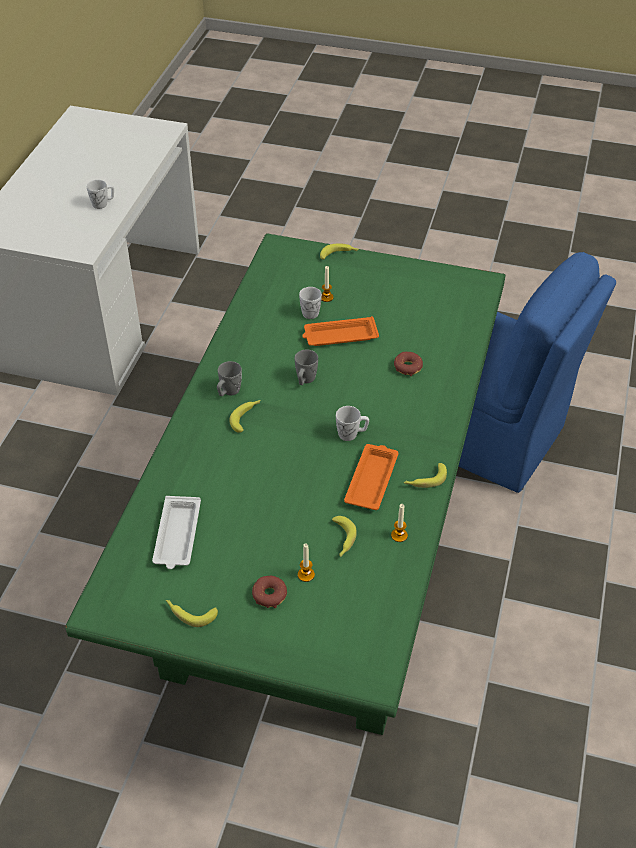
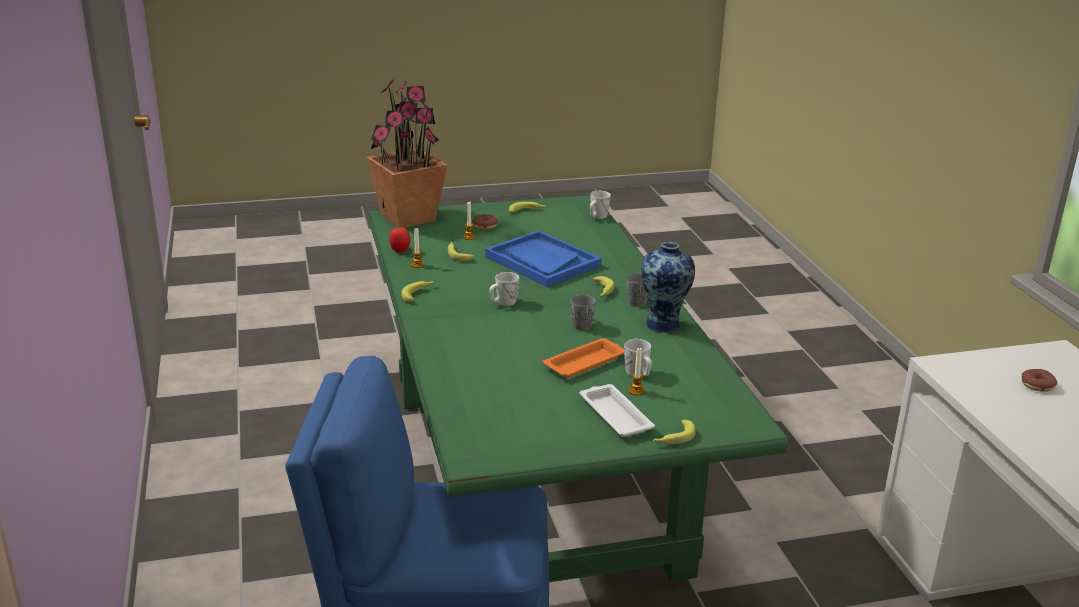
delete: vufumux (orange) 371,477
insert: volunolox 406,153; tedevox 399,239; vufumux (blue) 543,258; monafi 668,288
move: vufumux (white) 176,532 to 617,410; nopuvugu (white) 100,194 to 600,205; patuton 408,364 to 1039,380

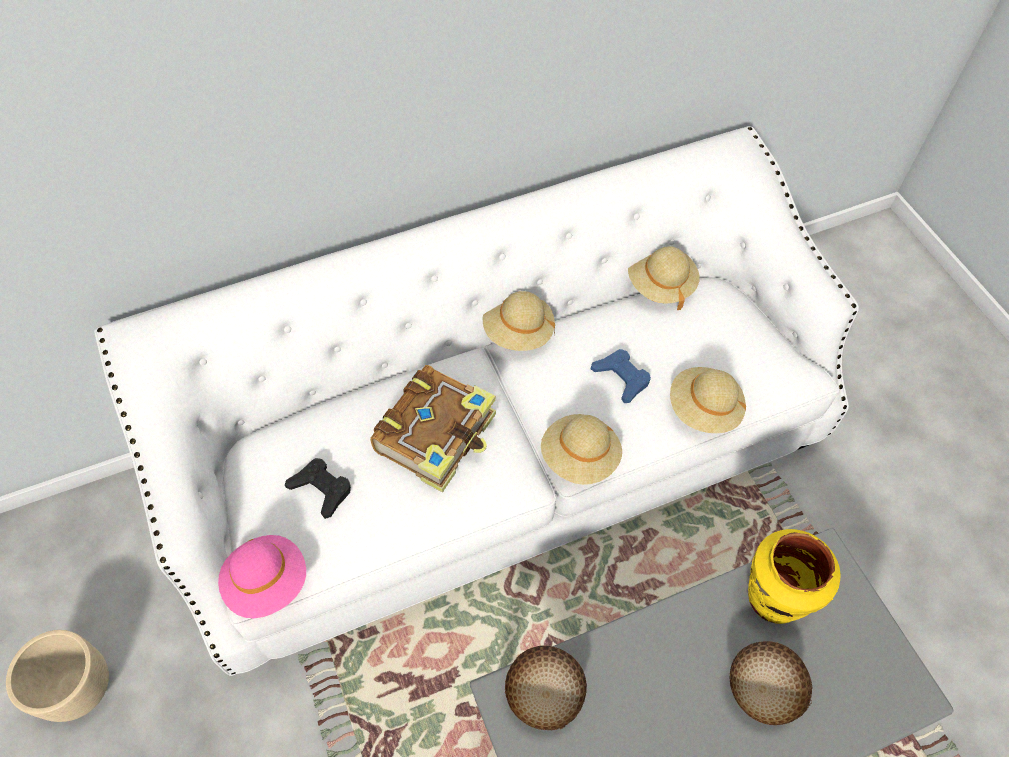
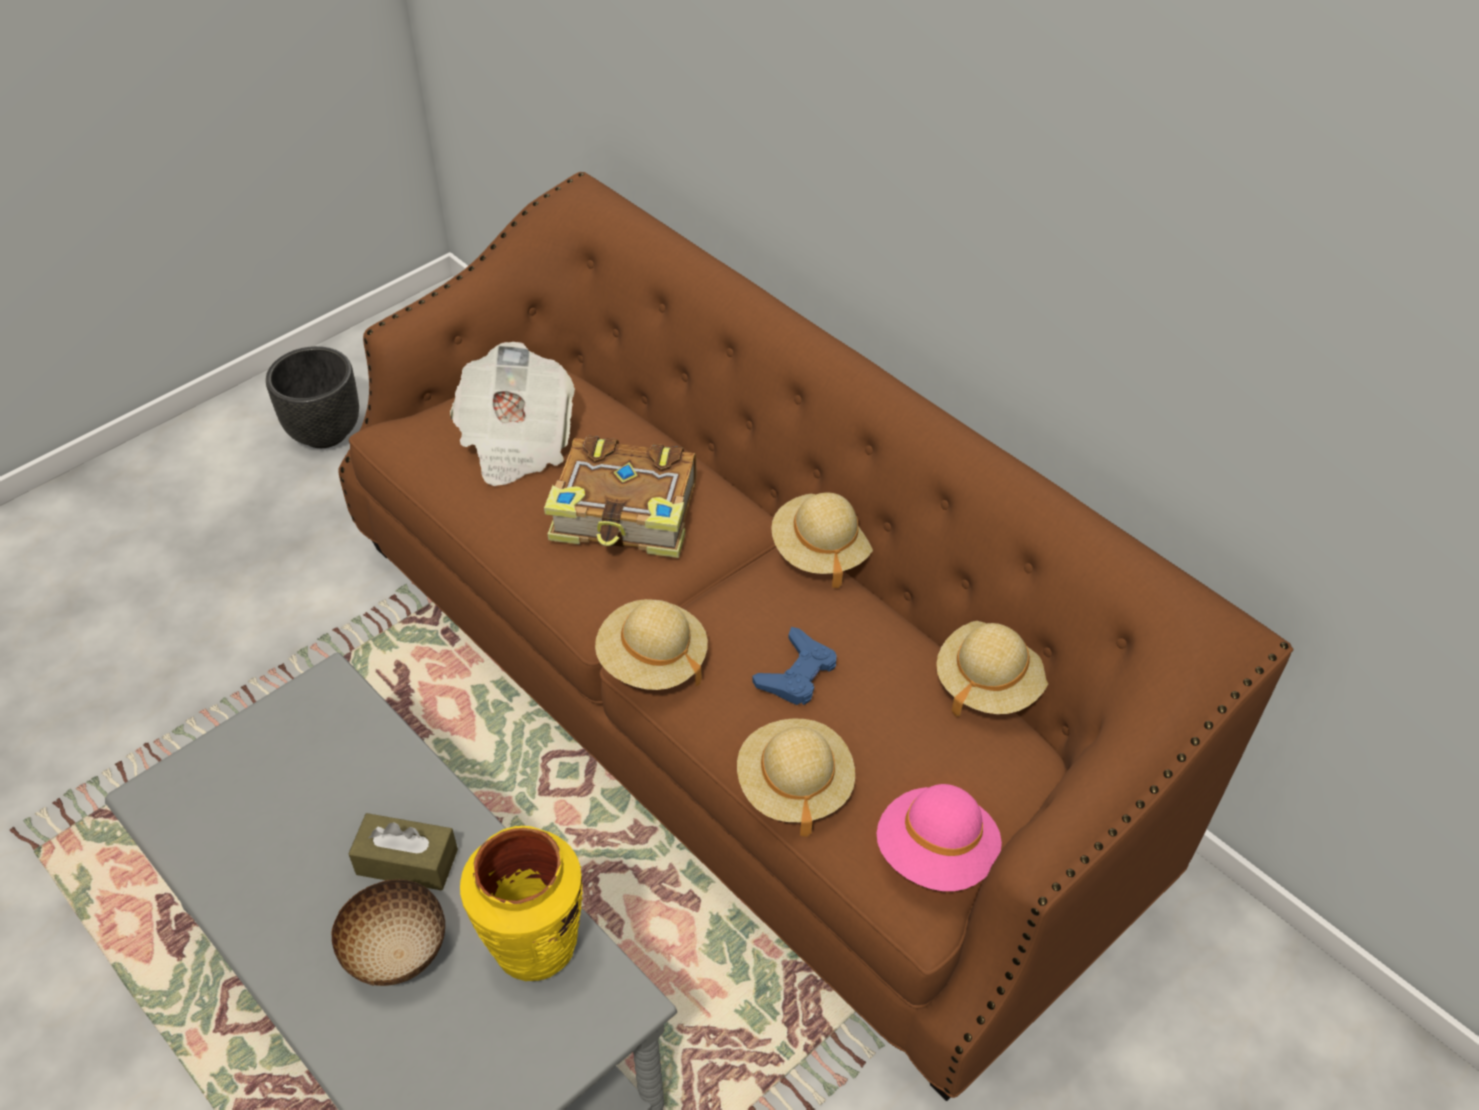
delete: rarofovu 546,687
insert: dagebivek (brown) 403,852
move: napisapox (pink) 262,576 to 939,837
replace: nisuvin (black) 317,488 to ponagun 512,414
recolor: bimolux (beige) 57,676 to bimolux (black) 312,397; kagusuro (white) 476,401 to kagusuro (brown) 815,636

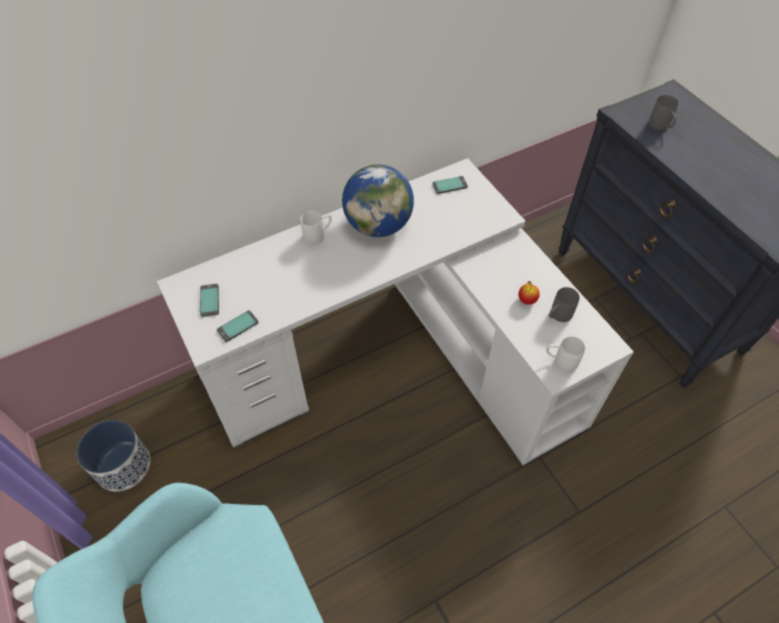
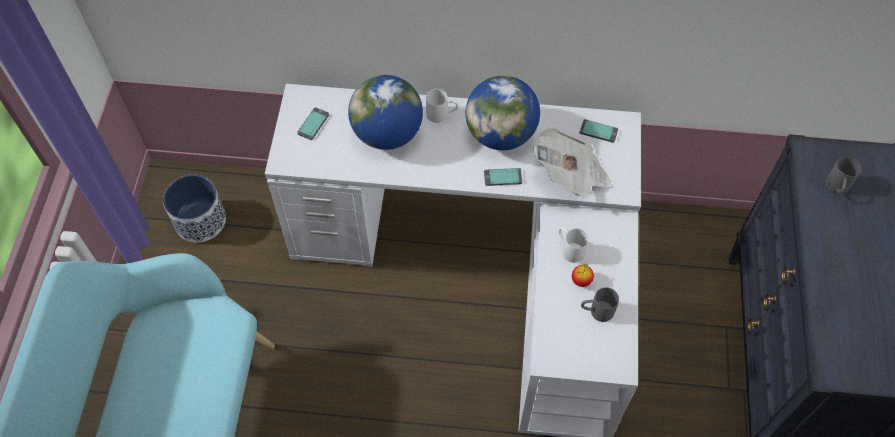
insert: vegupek 385,112; ponagun 572,162
move: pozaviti 238,326 to 503,177; nopuvugu (white) 565,354 to 573,245

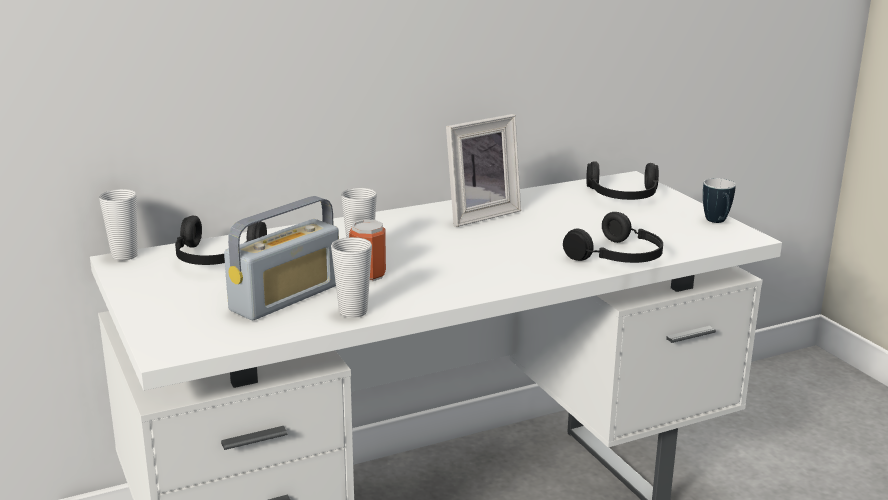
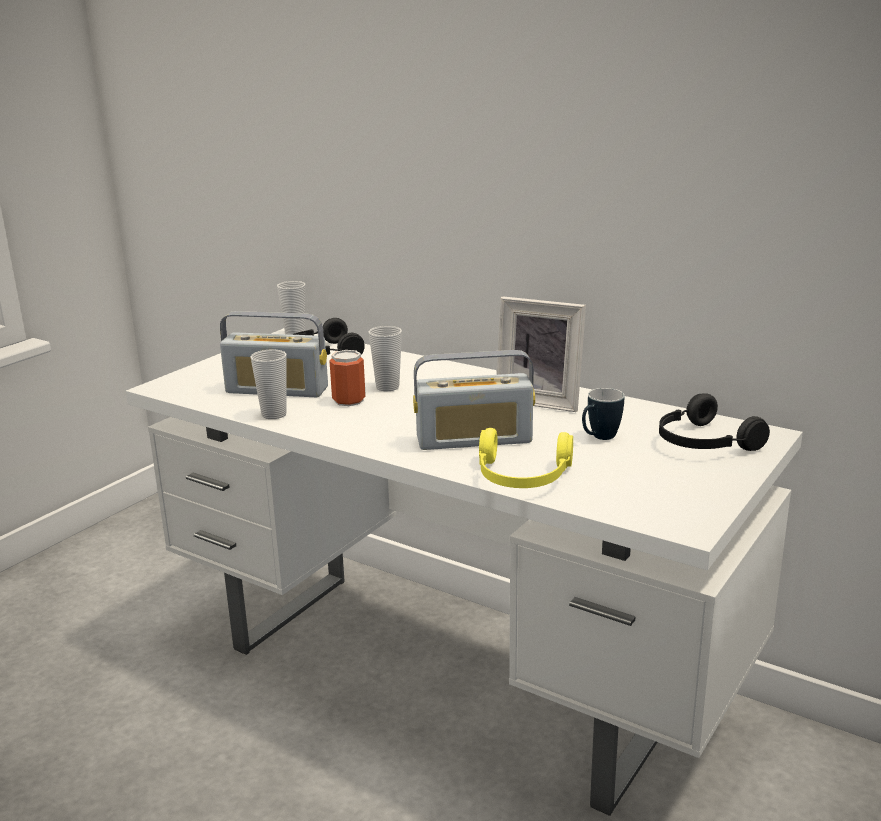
insert: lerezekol 474,400
move: nopuvugu 719,200 to 603,414
recolor: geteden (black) 613,237 to geteden (yellow) 526,458

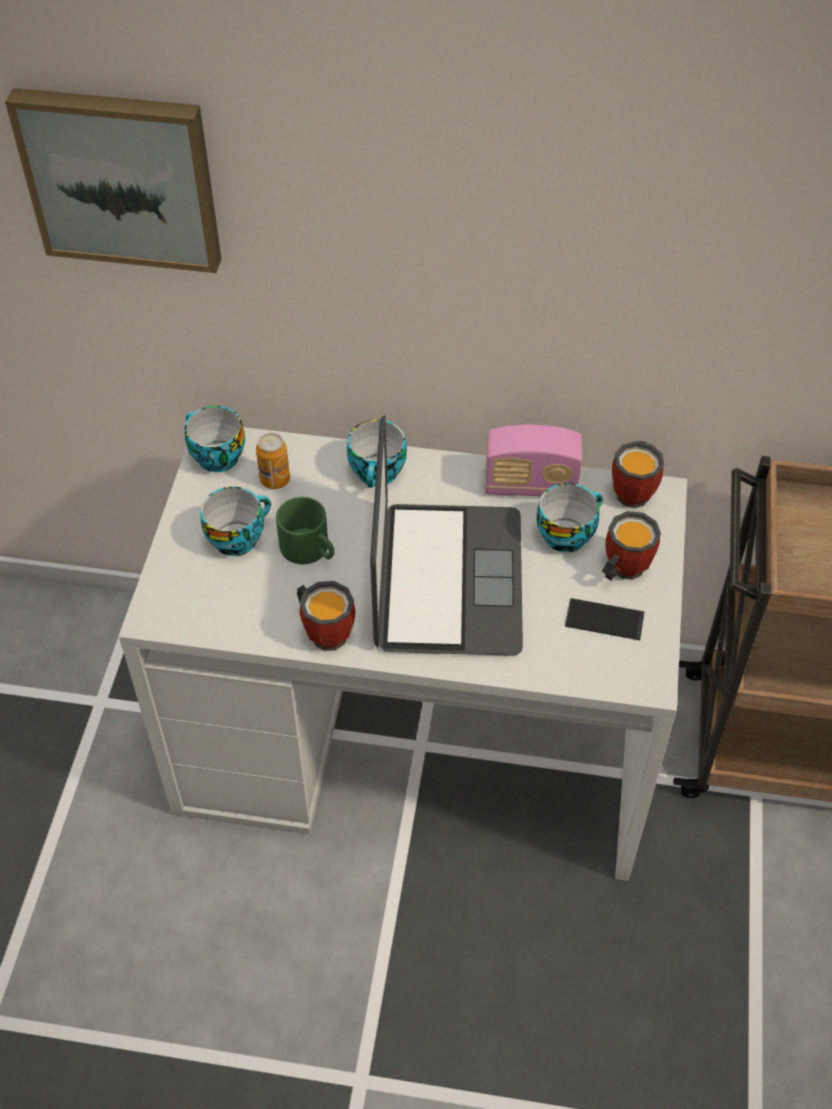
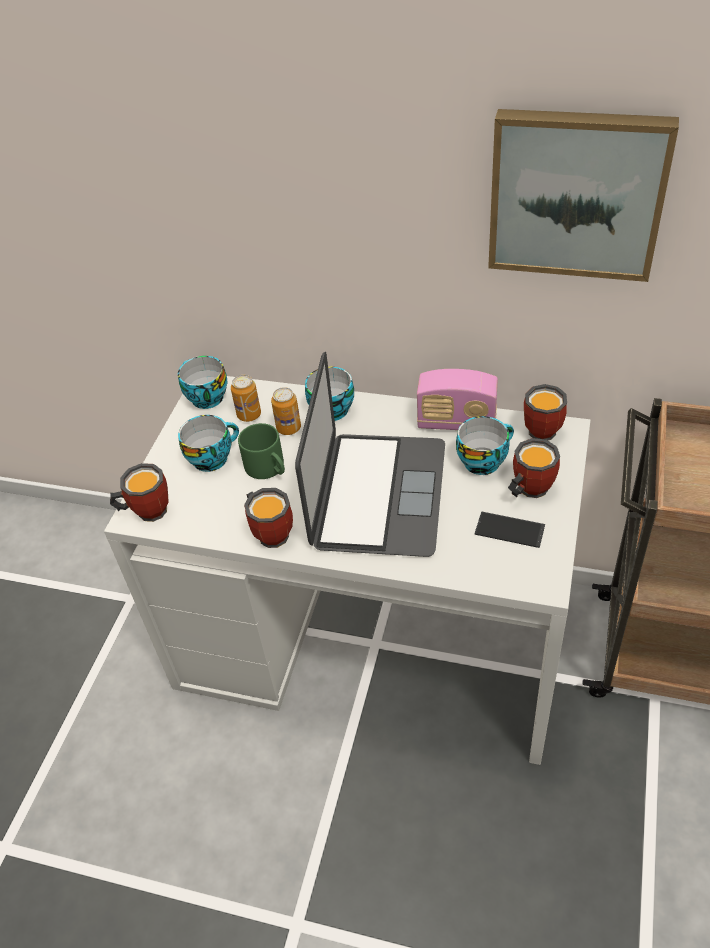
insert: nopuvugu 139,492; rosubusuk 286,411
move: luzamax 113,180 to 583,195

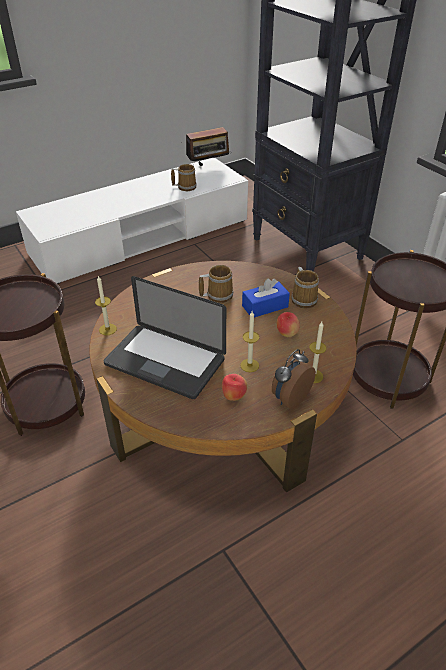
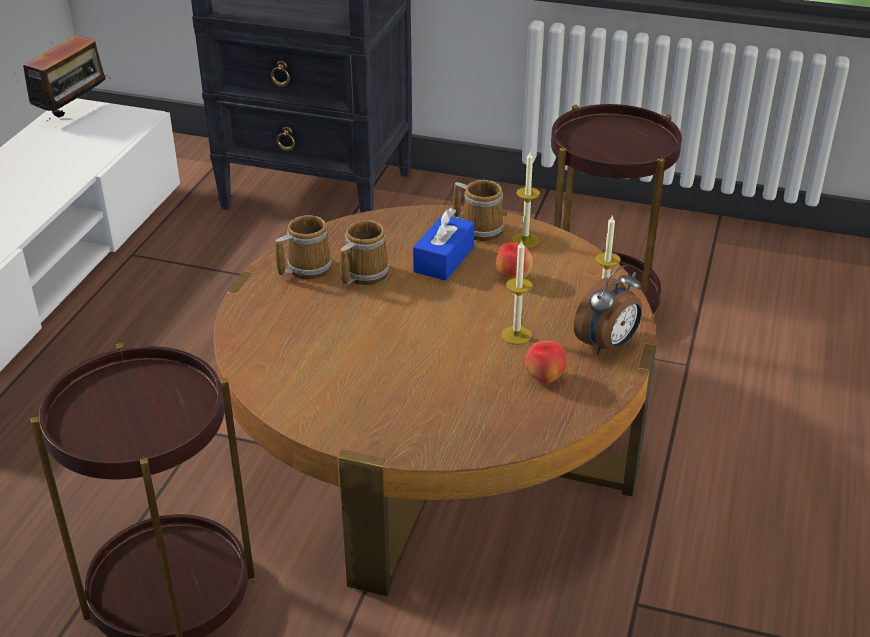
delete: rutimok 164,337
move: nopuvugu 183,177 to 303,247; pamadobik 106,305 to 526,200
rotate: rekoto 294,379 = 608,310 135 degrees counterclockwise

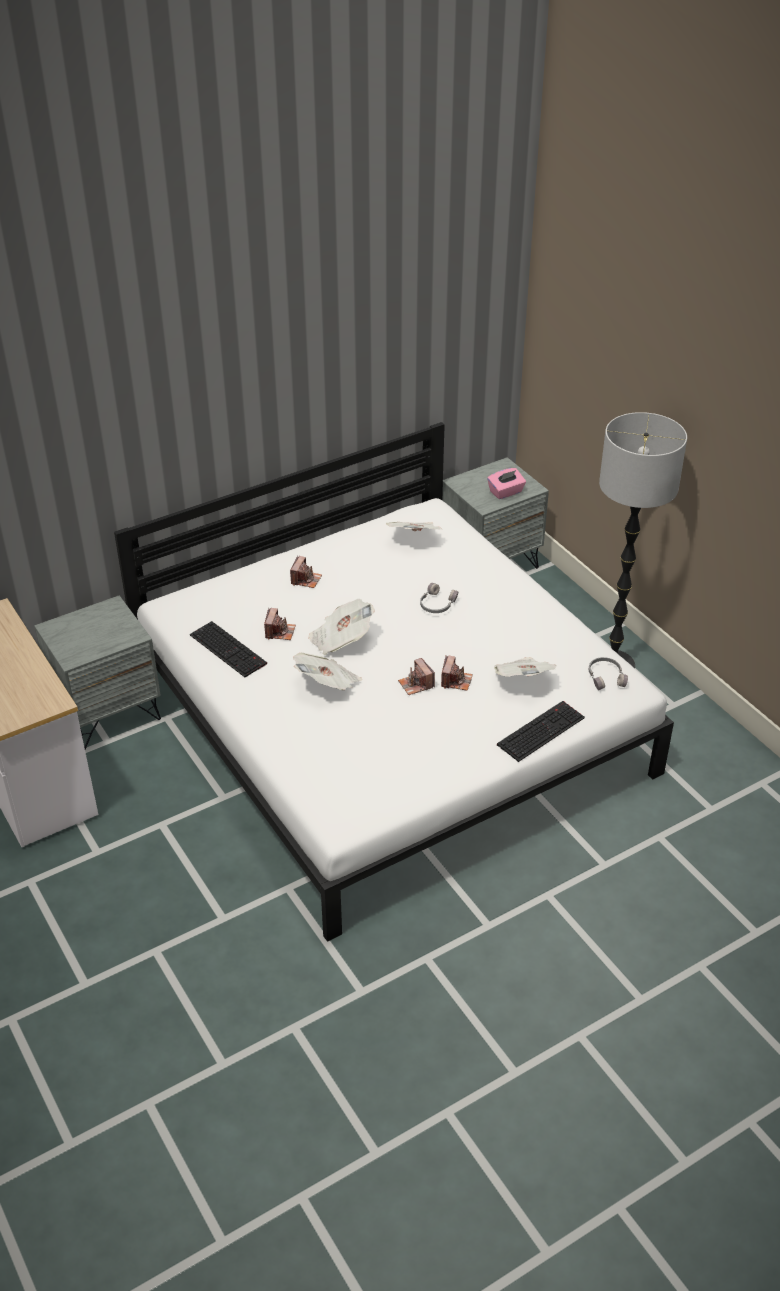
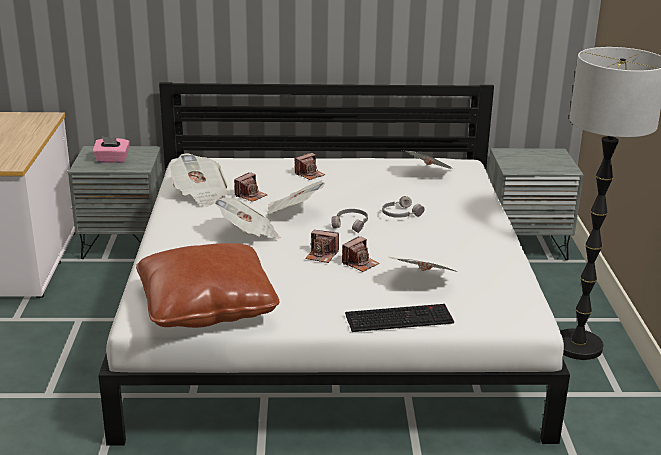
insert: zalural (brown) 208,285
move: dagebivek (pink) 506,483 to 111,150; geteden (grey) 608,673 to 349,221
replace: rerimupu 228,649 to ponagun 199,180
rotate: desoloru 416,676 = 322,246 75 degrees counterclockwise

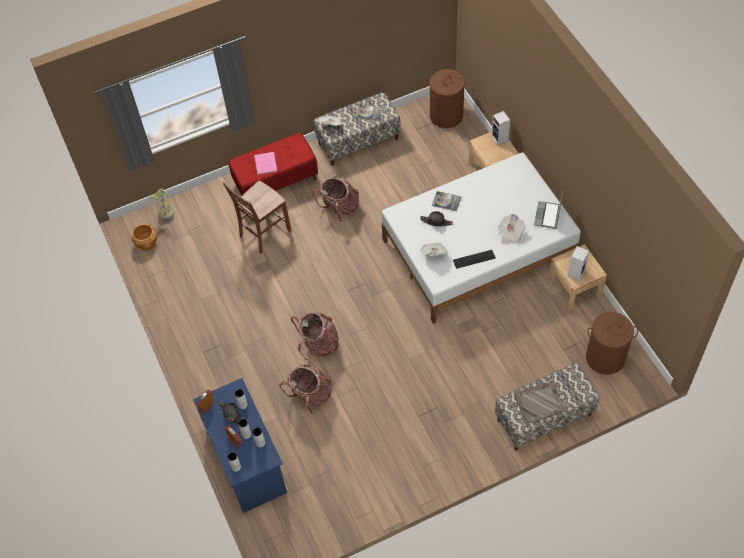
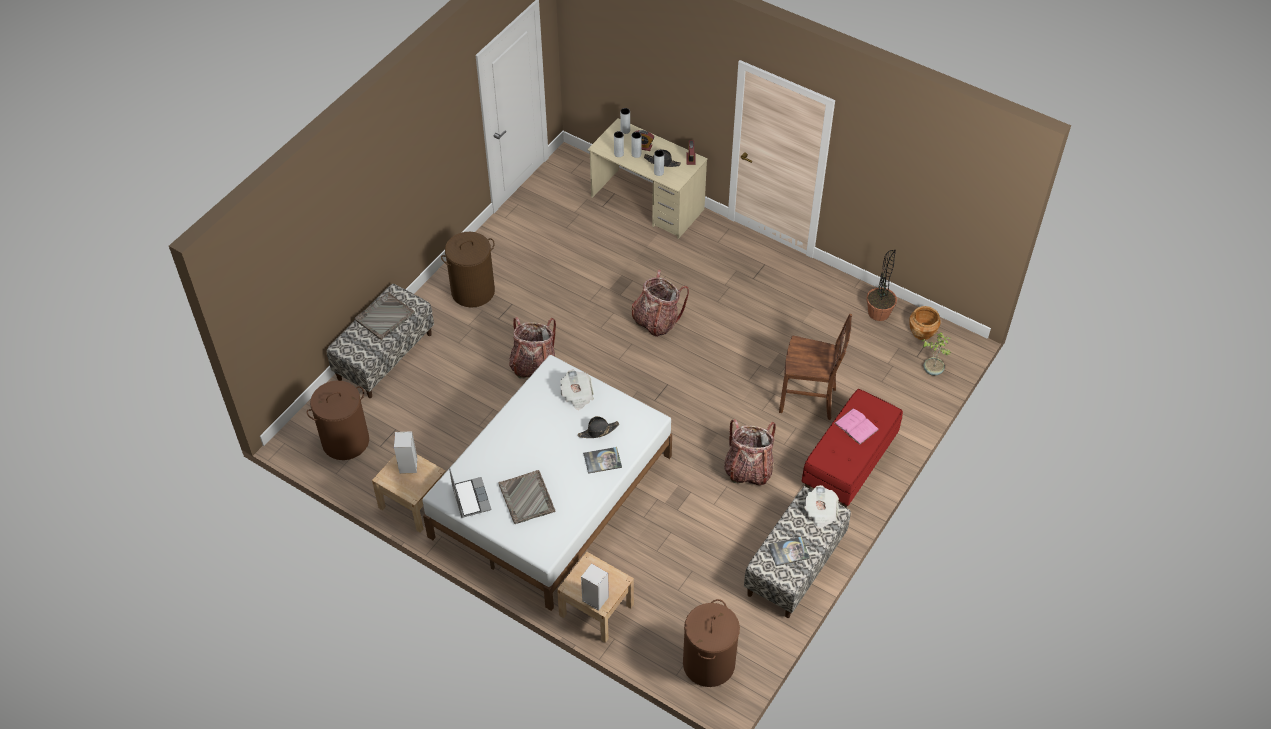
delete: rerimupu 474,259; ponagun 511,229
insert: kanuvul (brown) 468,269; vufumux (grey) 526,497; volunolox 881,285
move: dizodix 306,389 to 532,347
recolor: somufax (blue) 240,445 to somufax (beige) 648,178
rotate: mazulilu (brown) 257,217 = 815,367 90 degrees clockwise

